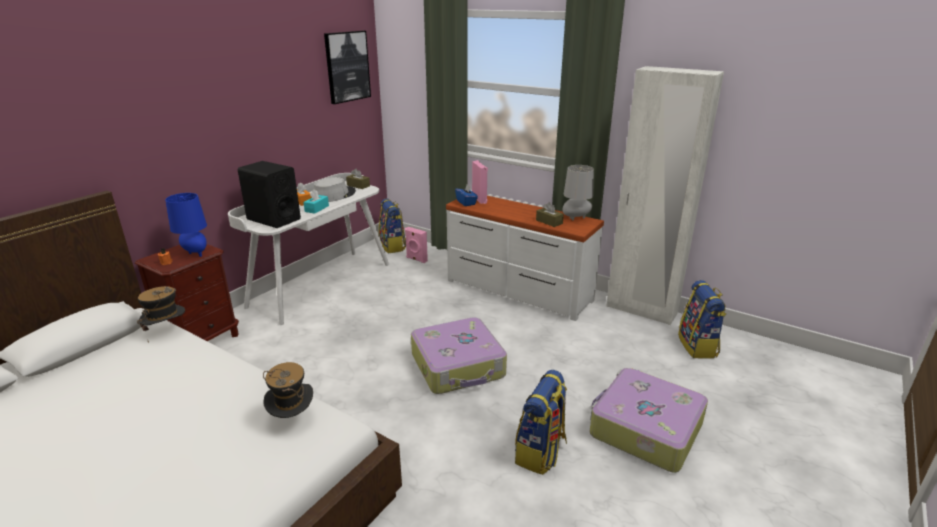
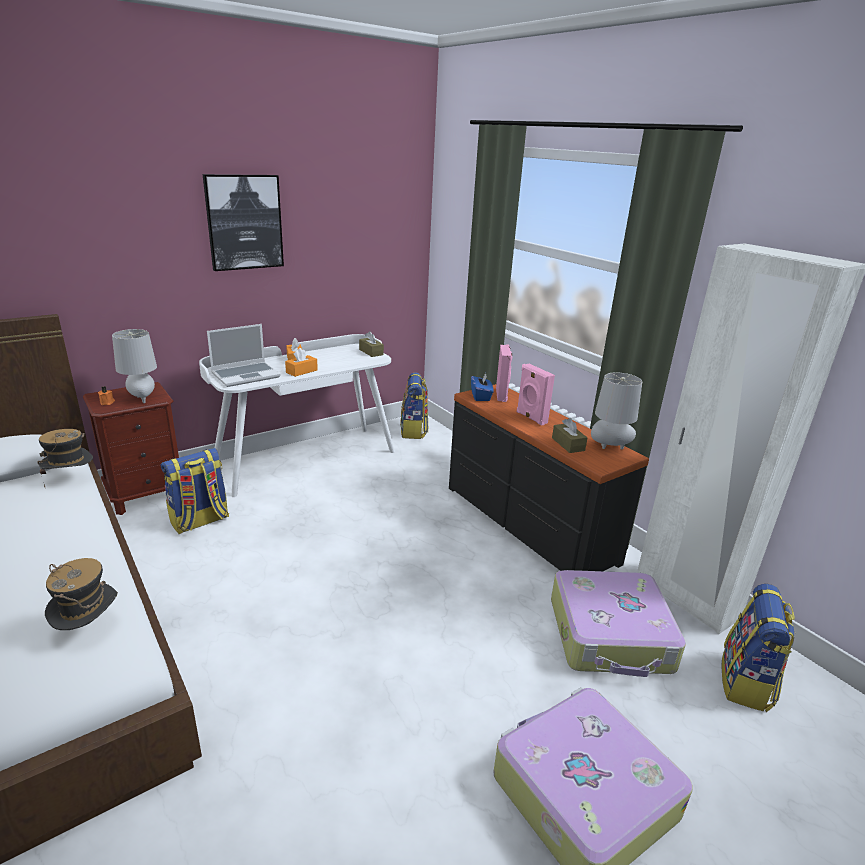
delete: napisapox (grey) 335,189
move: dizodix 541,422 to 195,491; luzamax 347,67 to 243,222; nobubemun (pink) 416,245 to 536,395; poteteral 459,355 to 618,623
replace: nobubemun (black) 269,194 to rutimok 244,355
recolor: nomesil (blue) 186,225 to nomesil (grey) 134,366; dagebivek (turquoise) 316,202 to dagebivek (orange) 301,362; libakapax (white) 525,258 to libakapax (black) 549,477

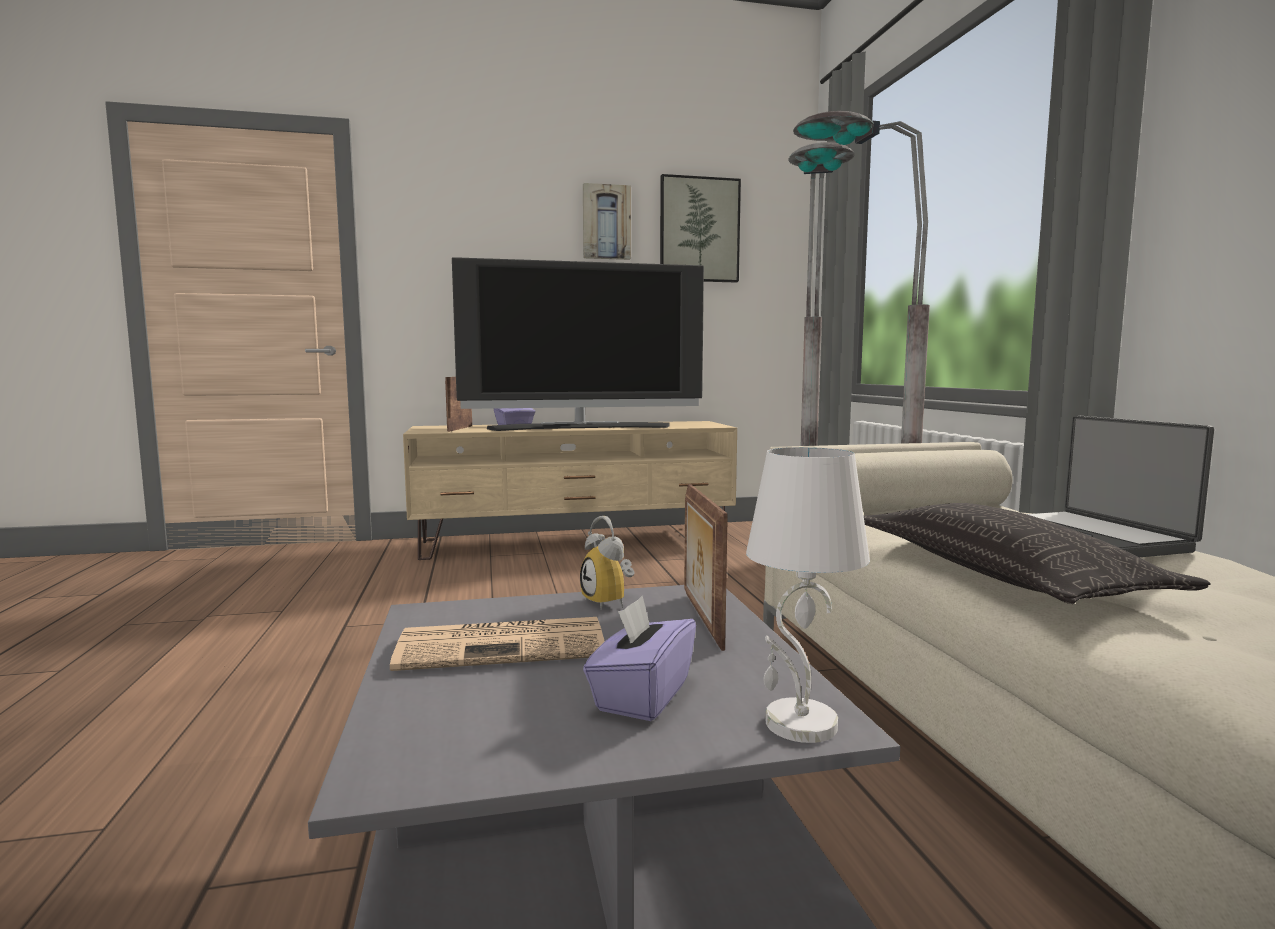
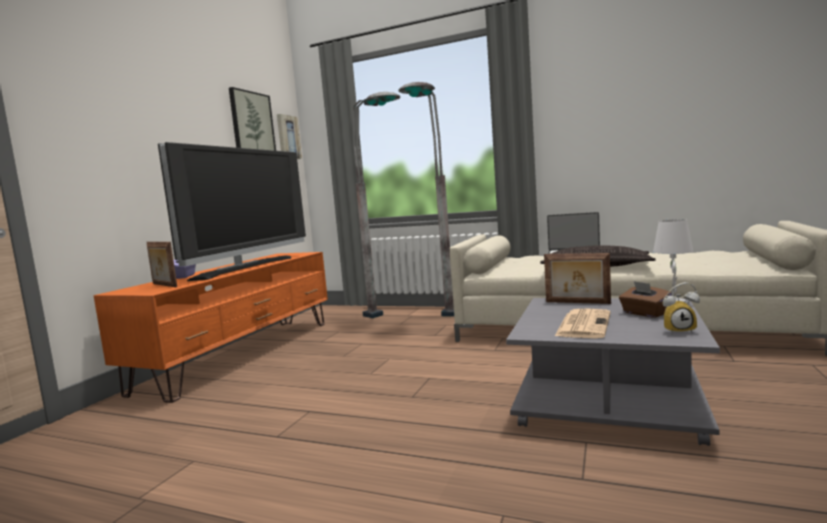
move: luzamax 607,221 to 289,136; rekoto 607,563 to 681,308
recolor: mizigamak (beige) 570,490 to mizigamak (orange) 210,327; dagebivek (purple) 639,658 to dagebivek (brown) 645,299

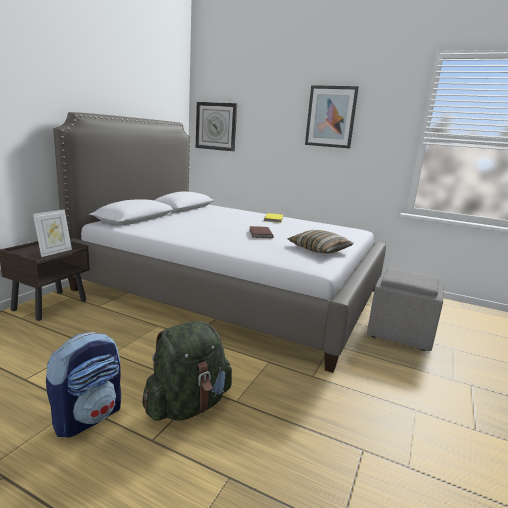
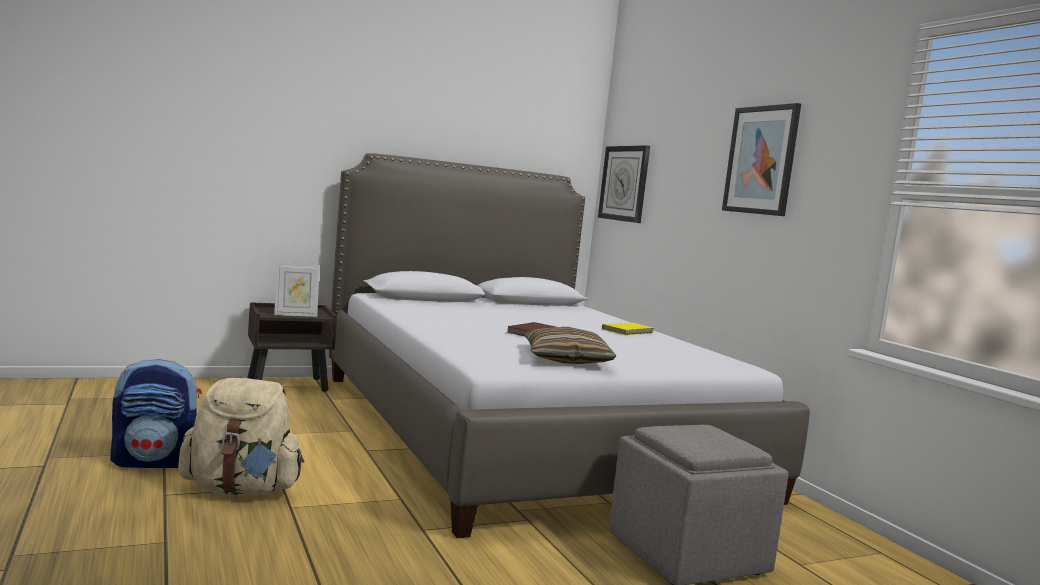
recolor: dizodix (green) 187,371 to dizodix (beige) 241,437

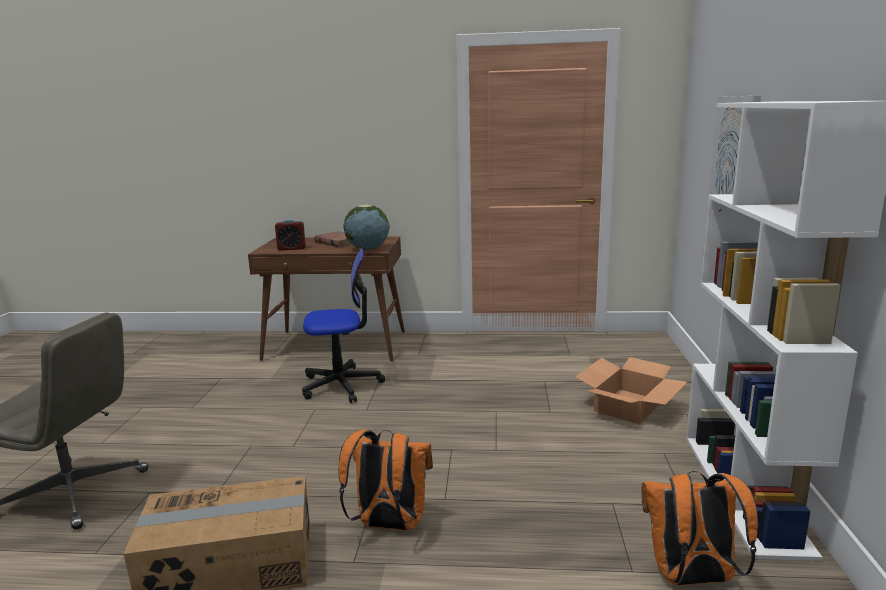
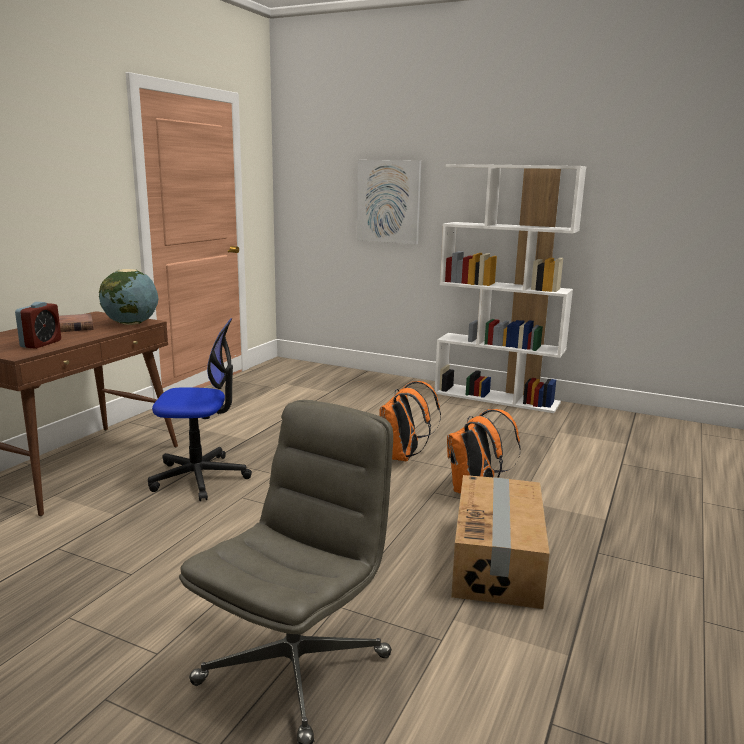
delete: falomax 631,391
move: dizodix (orange) 699,528 to 410,421
rotate: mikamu 343,325 = 200,409 75 degrees clockwise

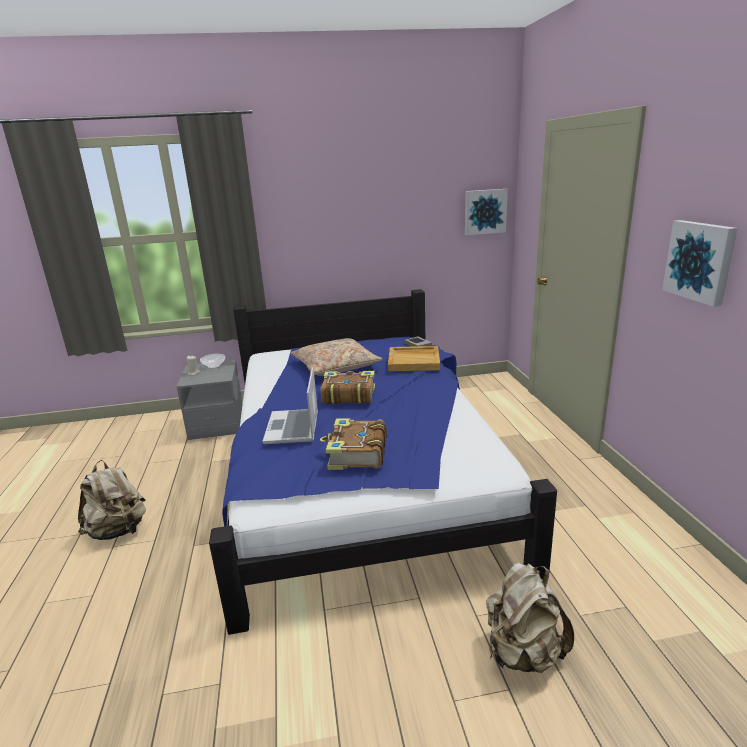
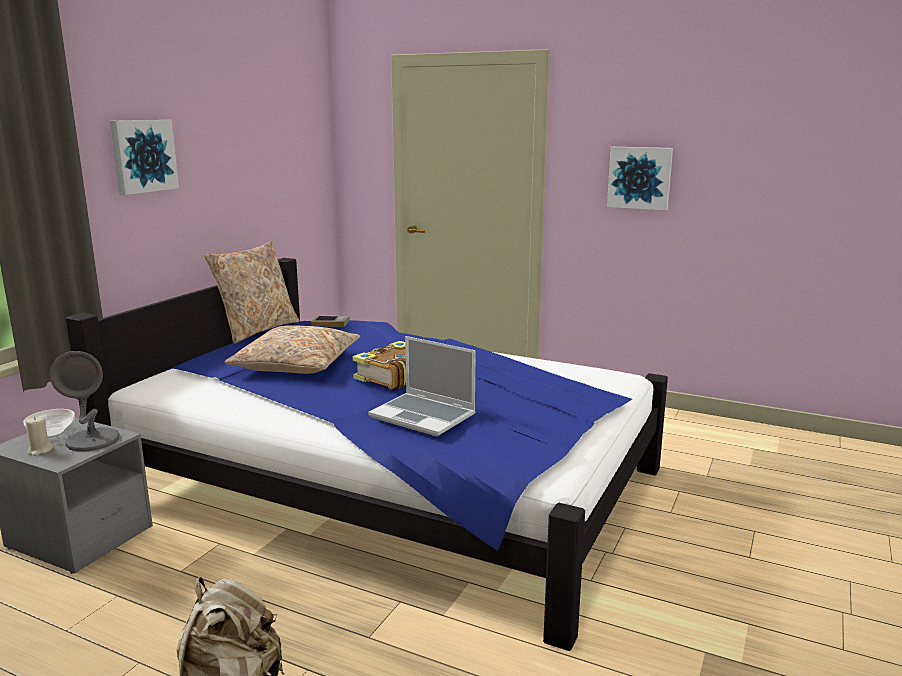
delete: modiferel 353,444; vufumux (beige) 414,358; dizodix (beige) 530,618
insert: nomesil (grey) 85,401; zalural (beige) 252,292
move: luzamax 486,212 to 144,157

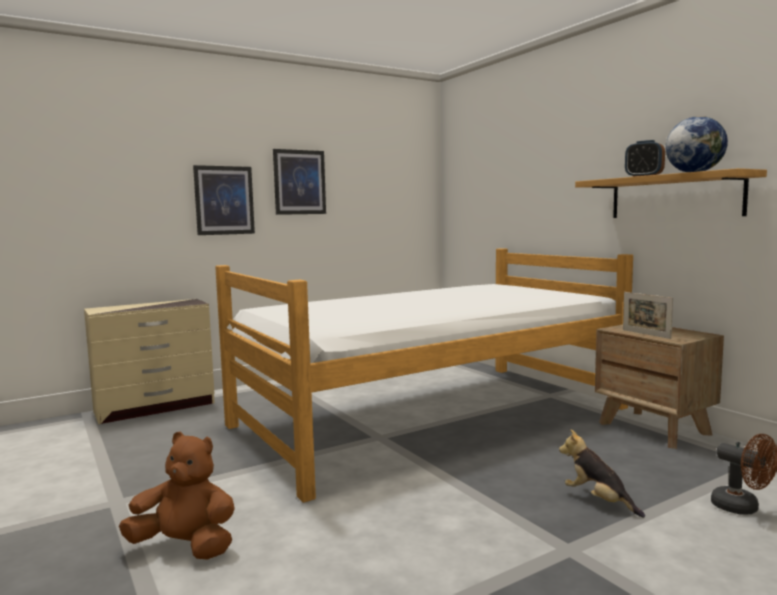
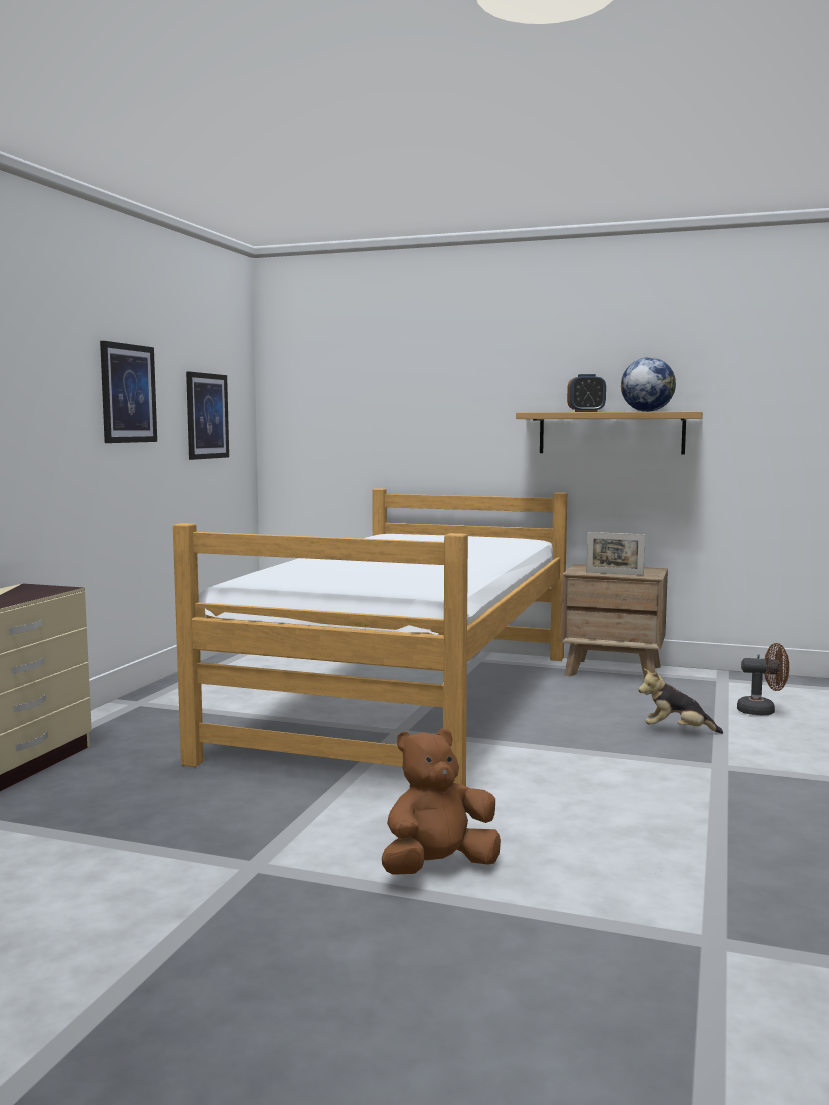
move: luzamax 224,200 to 207,415

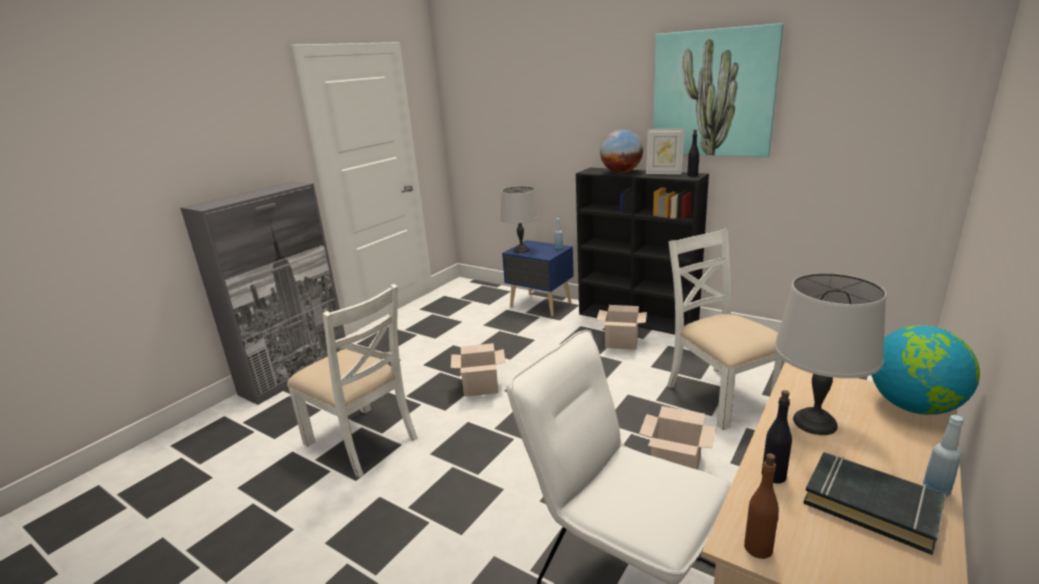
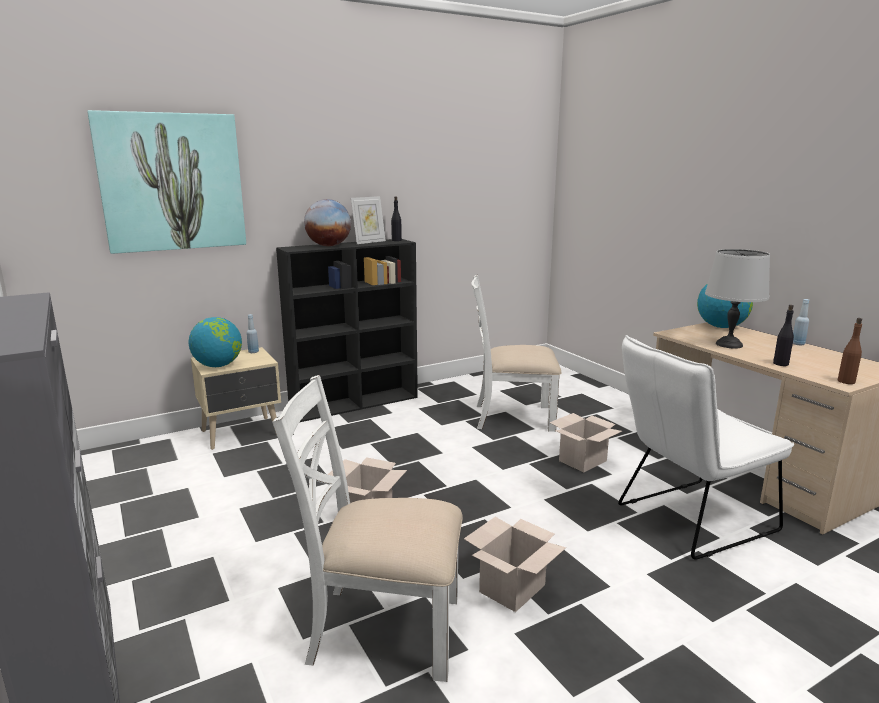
delete: modiferel (black) 875,503
move: luzamax 718,90 to 166,182; falomax 621,327 to 515,564
replace: nomesil (grey) 519,219 to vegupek 215,342
recolor: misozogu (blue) 538,278 to misozogu (beige) 236,398
rotate: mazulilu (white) 352,381 = 367,528 150 degrees counterclockwise

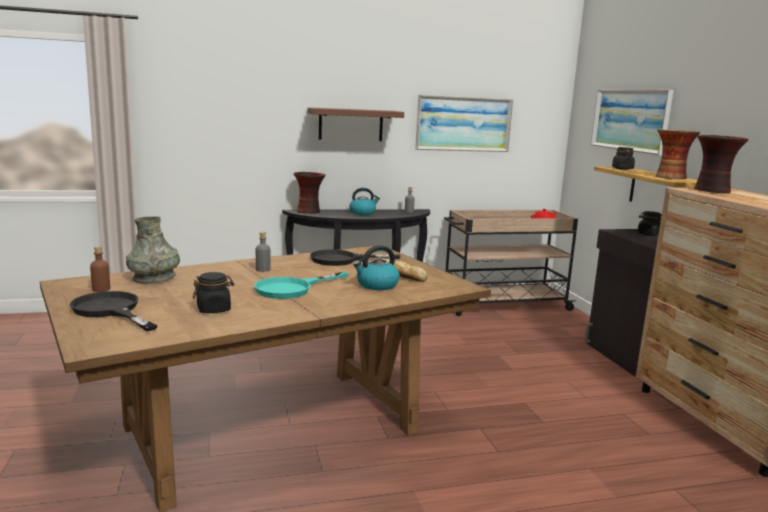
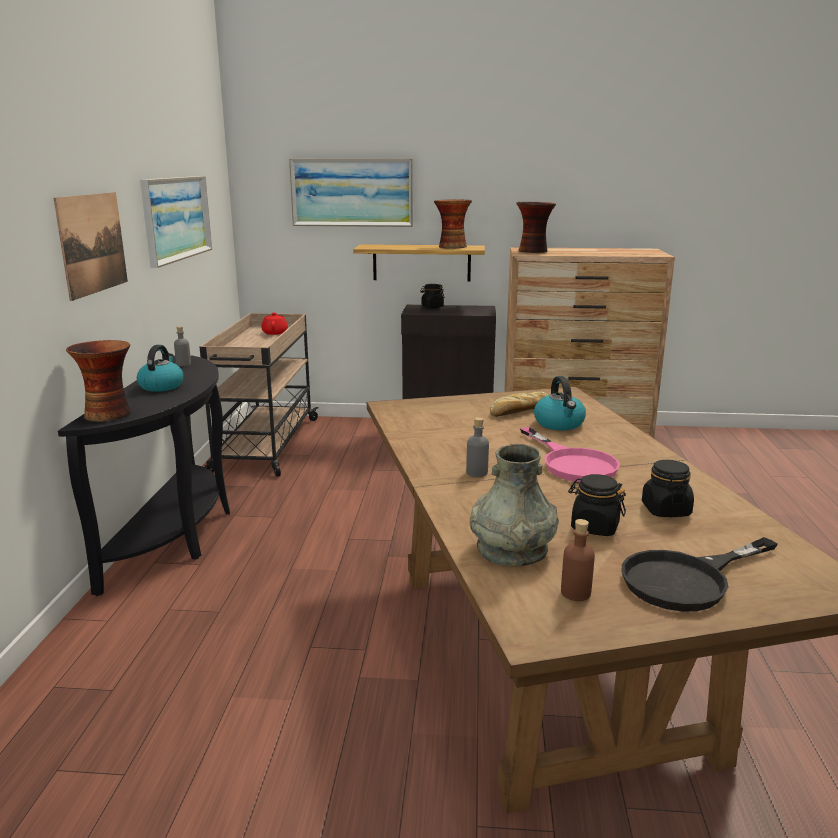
delete: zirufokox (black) 355,257
move: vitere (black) 623,158 to 597,505
replace: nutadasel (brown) 356,124 to luzamax 91,246
recolor: zirufokox (turquoise) 301,285 to zirufokox (pink) 570,454

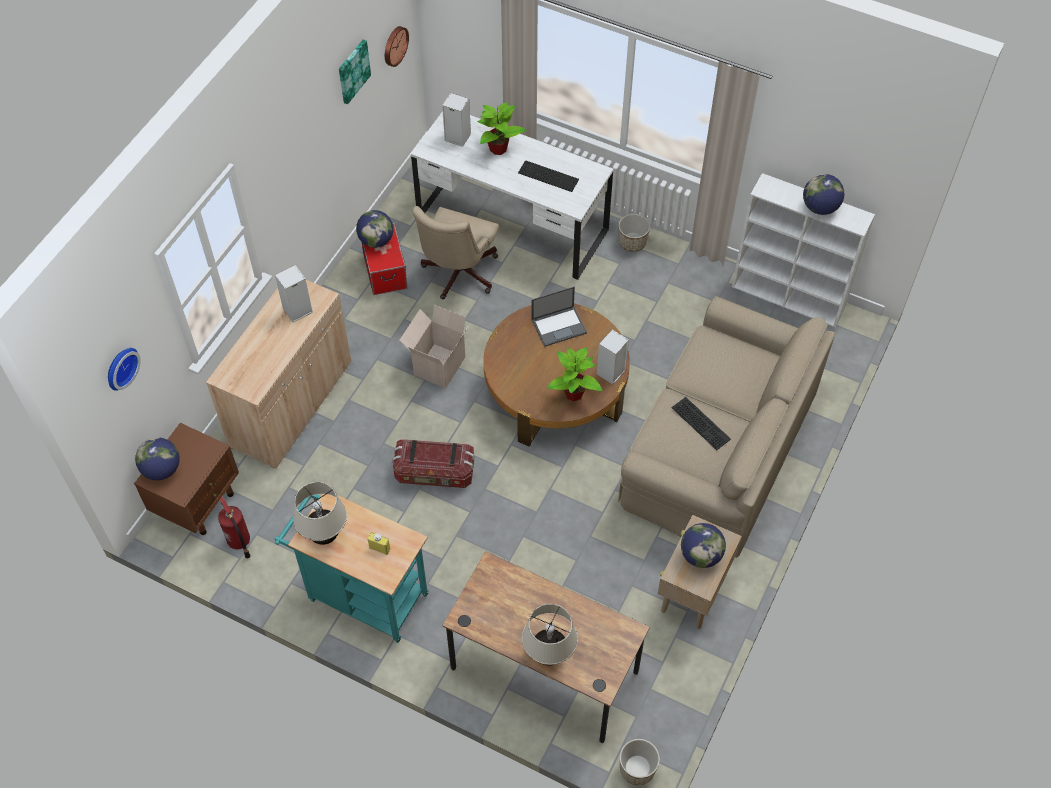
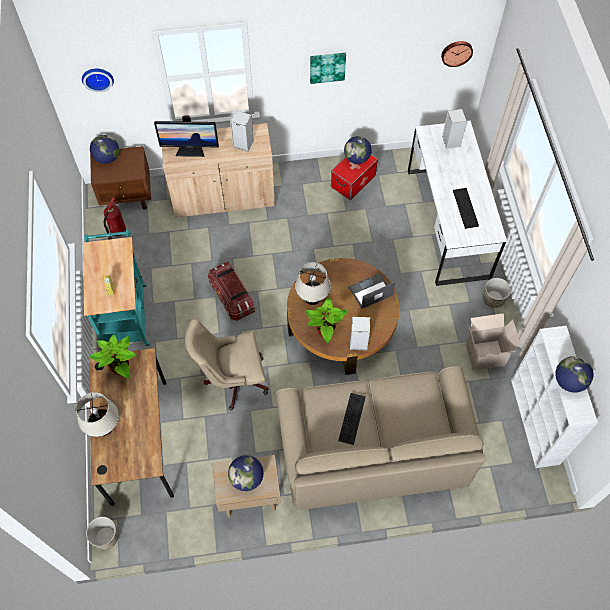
insert: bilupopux 186,136
move: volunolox 502,128 to 113,356; mikamu (beige) 455,252 to 227,365; nomesil (beige) 320,513 to 313,283; luzamax 355,72 to 328,68; falomax 434,346 to 493,342
rotate: rutimok 559,316 = 372,291 120 degrees clockwise

